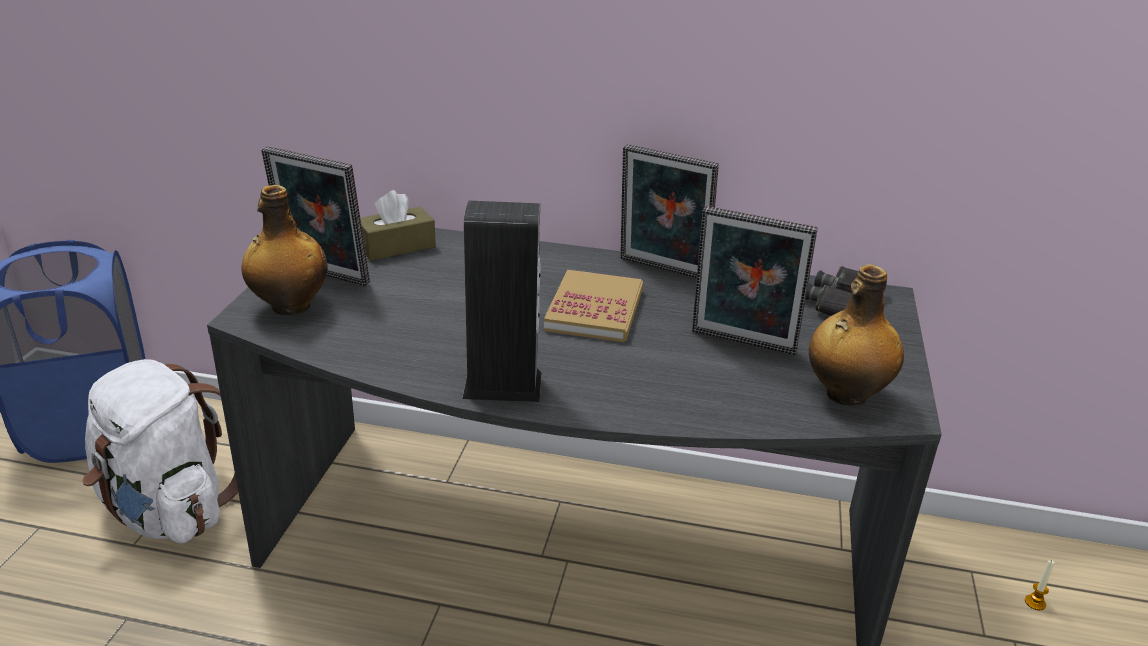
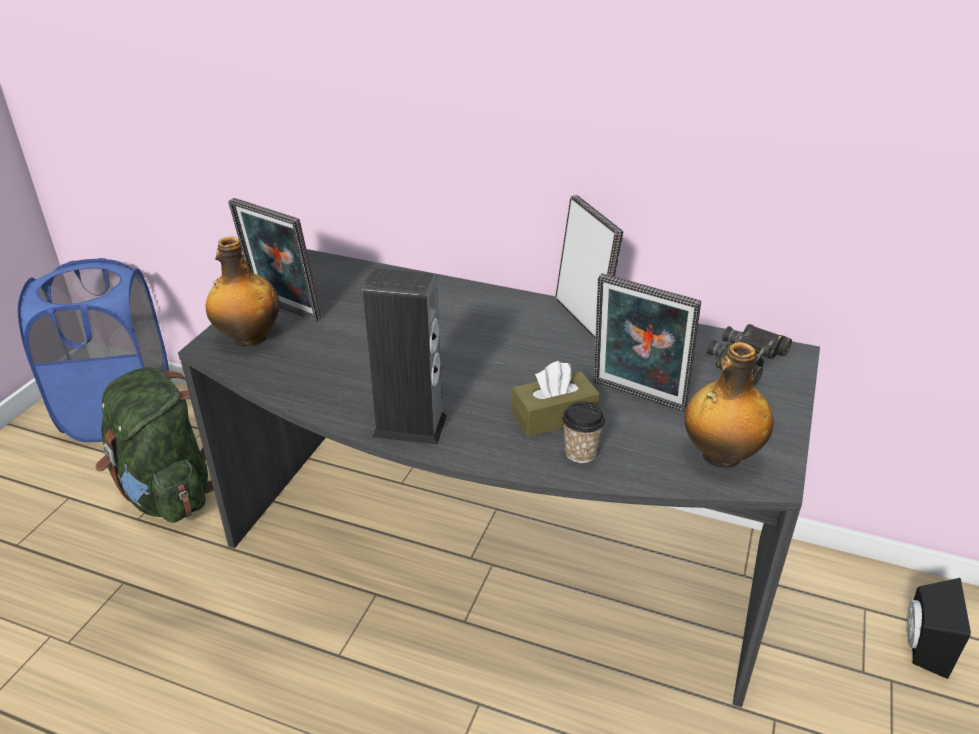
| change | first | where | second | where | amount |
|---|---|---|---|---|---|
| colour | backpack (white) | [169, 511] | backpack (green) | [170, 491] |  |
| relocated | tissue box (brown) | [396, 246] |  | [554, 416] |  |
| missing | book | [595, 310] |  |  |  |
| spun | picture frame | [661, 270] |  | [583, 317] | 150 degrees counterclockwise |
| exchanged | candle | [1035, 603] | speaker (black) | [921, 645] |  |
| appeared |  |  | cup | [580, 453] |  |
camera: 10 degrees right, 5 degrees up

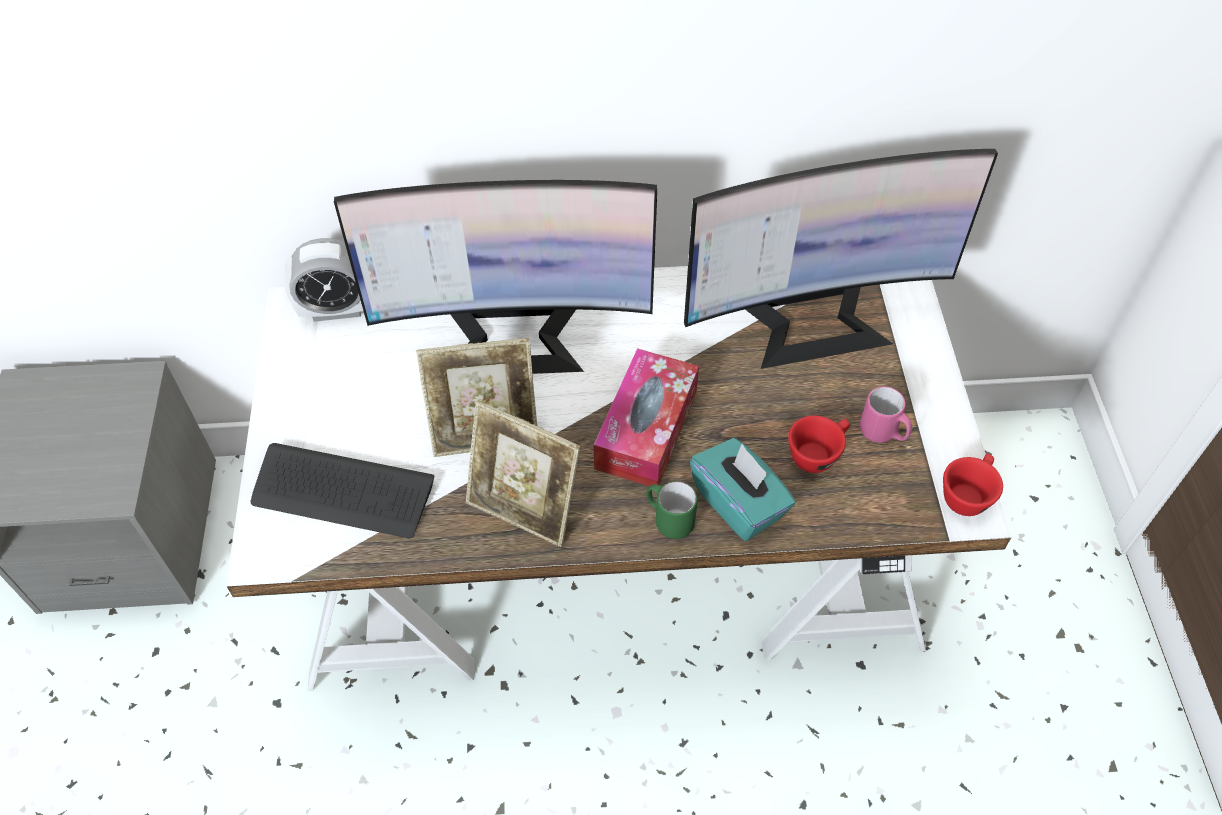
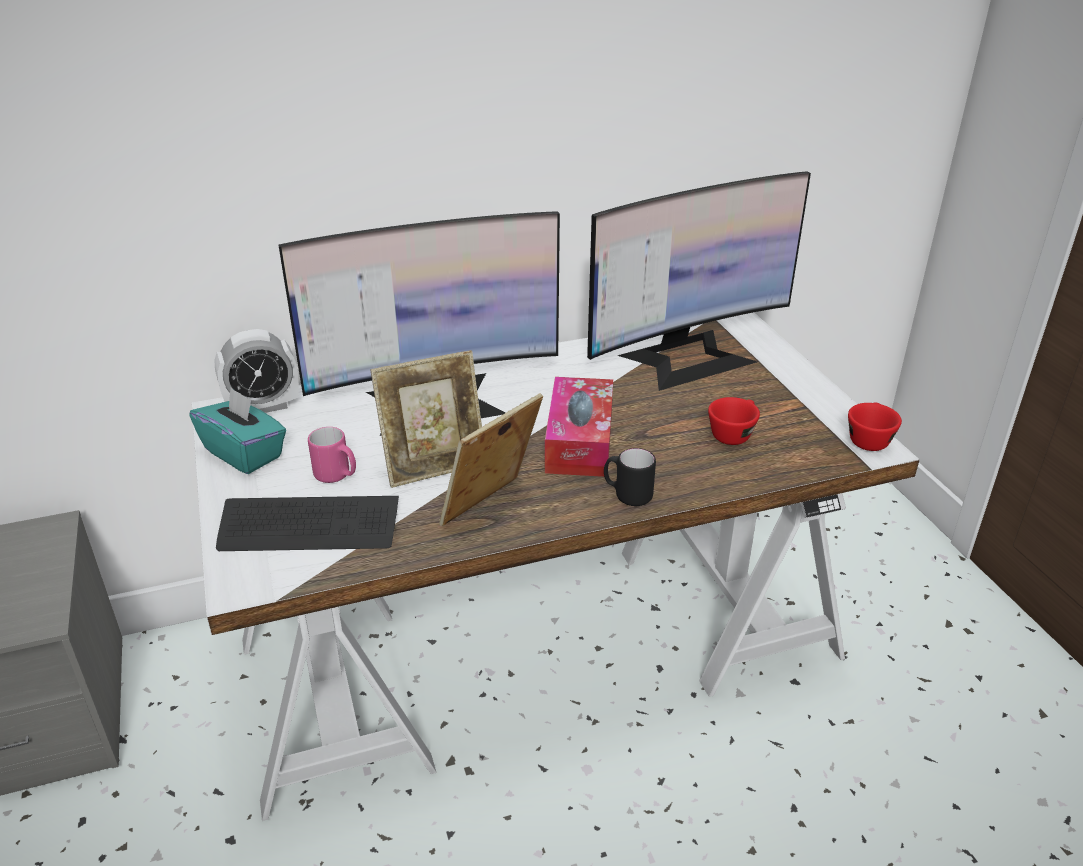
| change | first | where | second | where | amount |
|---|---|---|---|---|---|
| spun | picture frame | [524, 509] |  | [491, 509] | 120 degrees clockwise |
| colour | mug (green) | [668, 519] | mug (black) | [627, 495] |  |
| relocated | tissue box (turquoise) | [739, 503] |  | [244, 453] |  |
| relocated | mug (pink) | [883, 433] |  | [337, 476] |  |
camera: 15 degrees left, 20 degrees down

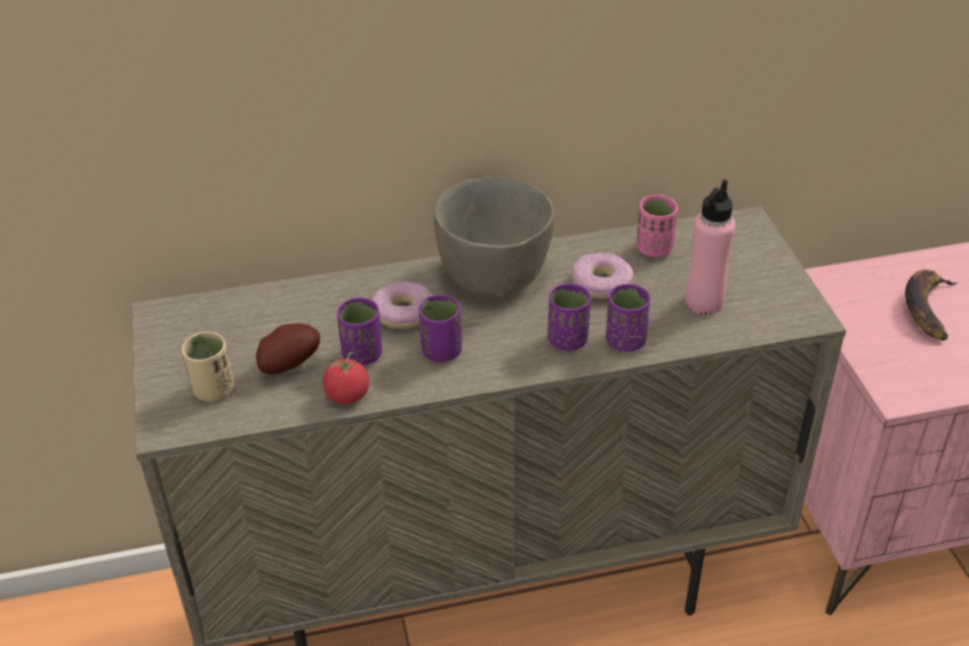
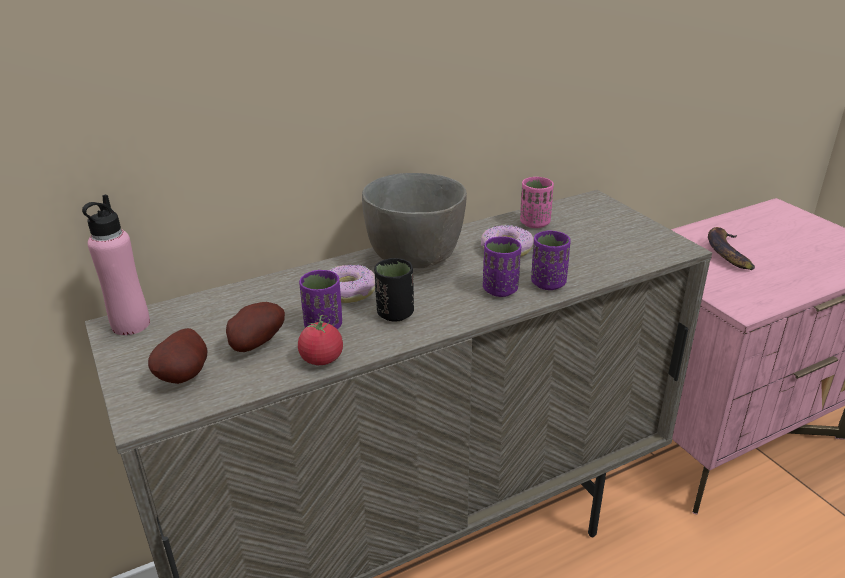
| change | first | where | second | where | amount |
|---|---|---|---|---|---|
| exchanged | cup (beige) | [213, 390] | potato | [186, 376] |  |
| colour | cup (purple) | [441, 352] | cup (black) | [395, 314] |  |
| relocated | bottle (pink) | [704, 302] |  | [130, 325] |  |
camera: 15 degrees left, 10 degrees down

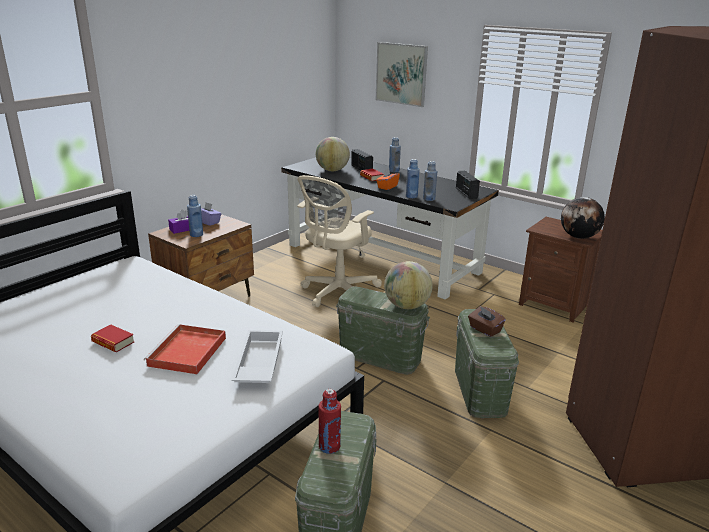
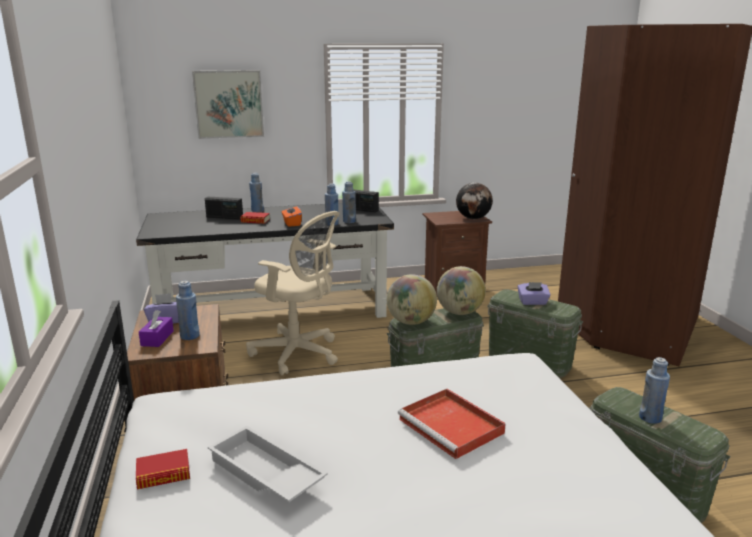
| change | first | where | second | where | amount |
|---|---|---|---|---|---|
| relocated | book | [113, 342] |  | [163, 474] |  |
| relocated | tray (white) | [258, 363] |  | [264, 474] |  |
| spun | office chair (beige) | [337, 293] |  | [298, 354] | 45 degrees counterclockwise |
| relocated | globe | [332, 170] |  | [411, 322] |  |
| colour | bottle (red) | [329, 446] | bottle (blue) | [650, 418] |  |
| colour | tissue box (brown) | [484, 330] | tissue box (purple) | [532, 302] |  |
camera: 50 degrees left, 5 degrees down

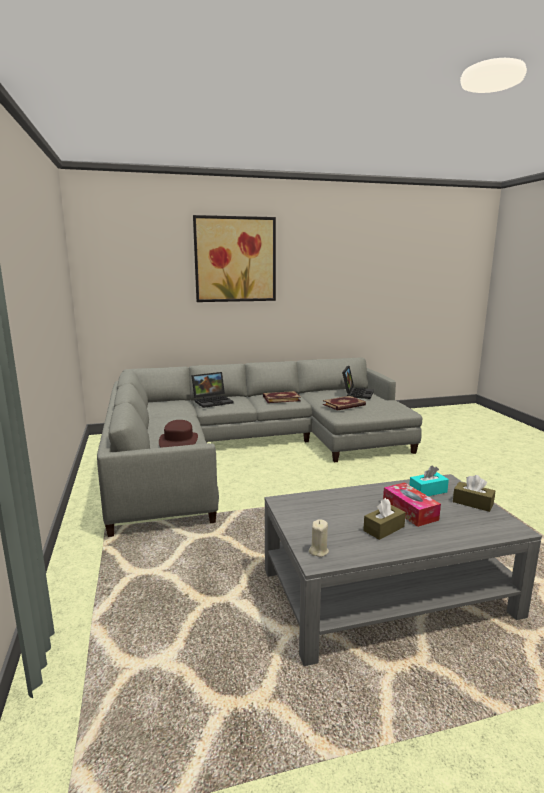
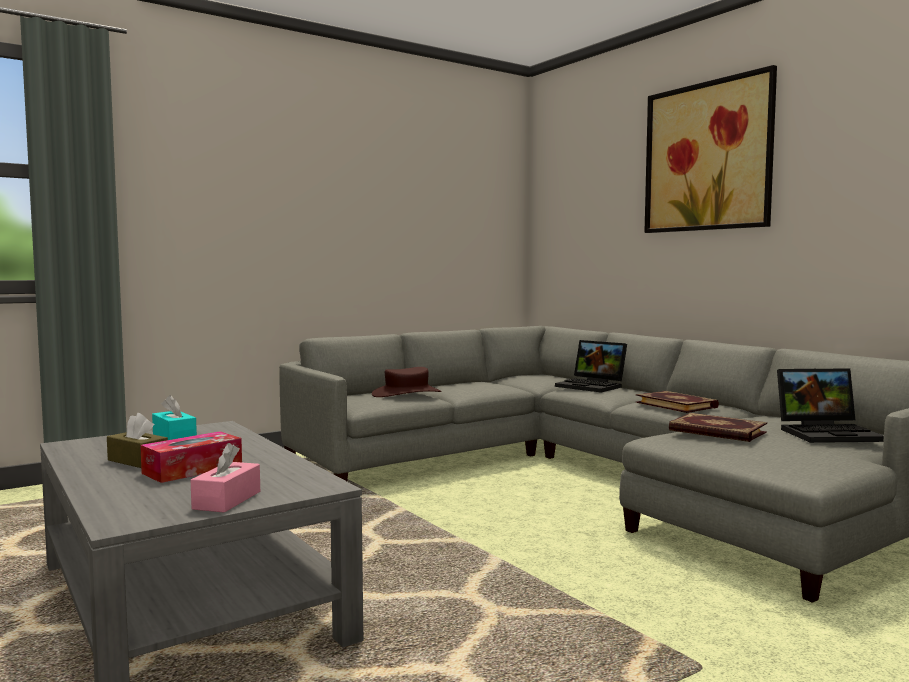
| change | first | where | second | where | amount |
|---|---|---|---|---|---|
| missing | candle (beige) | [318, 551] |  |  |  |
| relocated | tissue box (turquoise) | [428, 491] |  | [174, 436] |  |
| colour | tissue box (brown) | [473, 503] | tissue box (pink) | [227, 500] |  |
camera: 70 degrees right, 10 degrees down

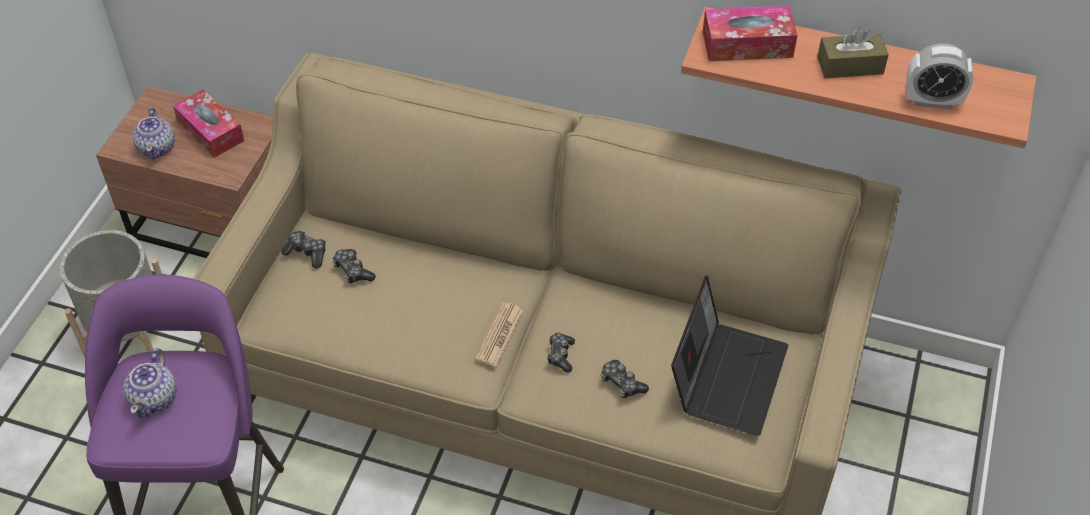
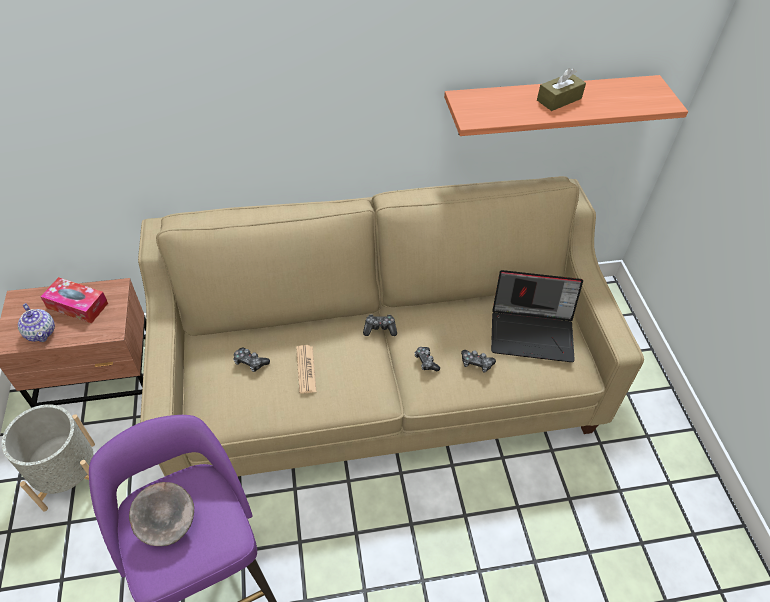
| change | first | where | second | where | amount |
|---|---|---|---|---|---|
| exchanged | teapot | [155, 398] | bowl (grey) | [169, 524] |  |
| relocated | game controller | [307, 253] |  | [380, 328] |  |
| relocated | newspaper | [499, 335] |  | [306, 369] |  |
| spun | laptop | [726, 375] |  | [533, 332] | 105 degrees clockwise |
| missing | tissue box | [747, 44] |  |  |  |
| missing | alarm clock | [932, 101] |  |  |  |
camera: 30 degrees left, 0 degrees up

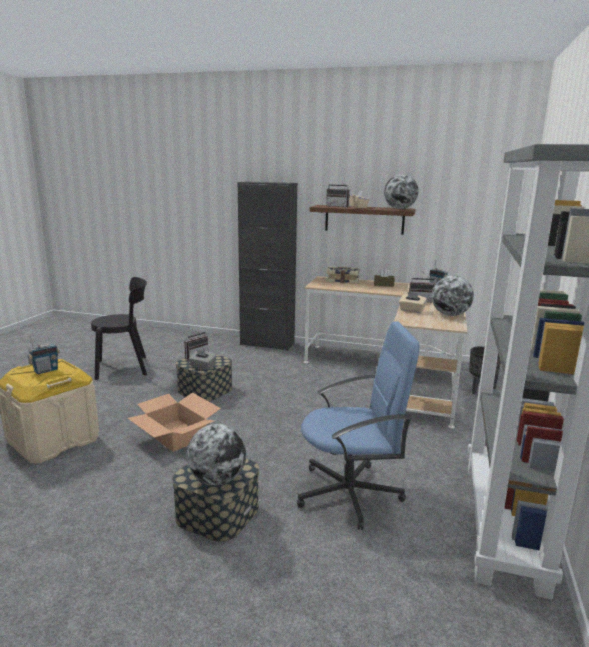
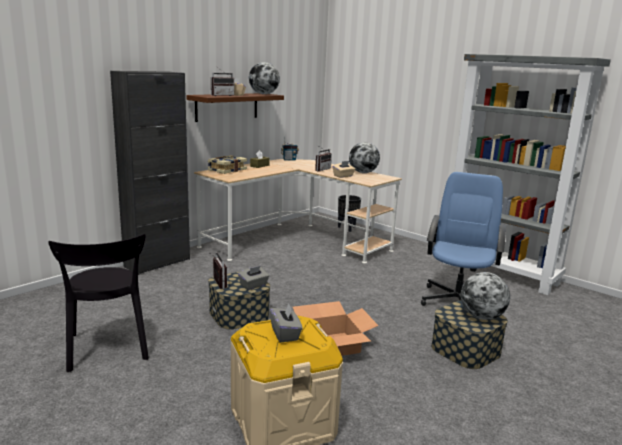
| change | first | where | second | where | amount |
|---|---|---|---|---|---|
| exchanged | radio | [46, 370] | tissue box (grey) | [285, 334] |  |
| spun | chair (black) | [125, 367] |  | [107, 350] | 150 degrees clockwise |
camera: 65 degrees left, 0 degrees up

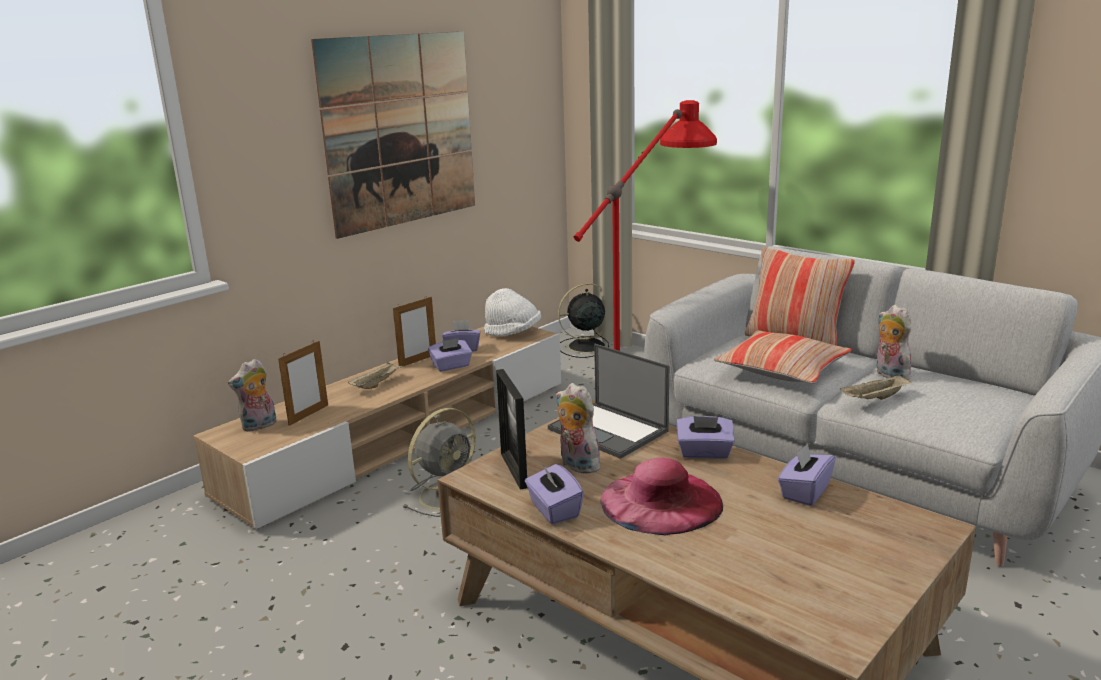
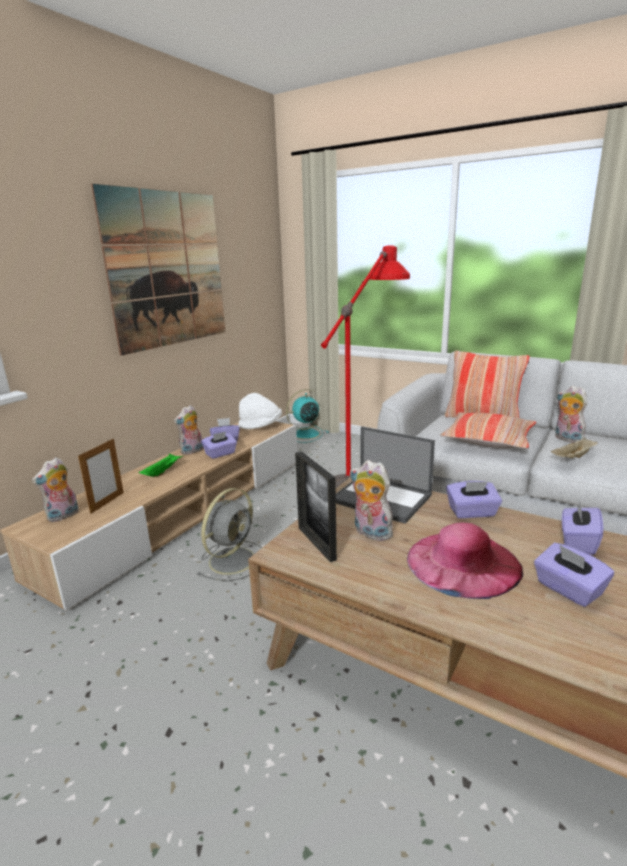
| change | first | where | second | where | amount |
|---|---|---|---|---|---|
| colour | tray (beige) | [377, 384] | tray (green) | [162, 472] |  |
| exchanged | picture frame | [418, 361] | plush toy | [192, 451] |  |
| relocated | tissue box (purple) | [553, 510] |  | [568, 589] |  |
| colour | fan (black) | [585, 346] | fan (turquoise) | [305, 434] |  |
camera: 10 degrees left, 0 degrees up

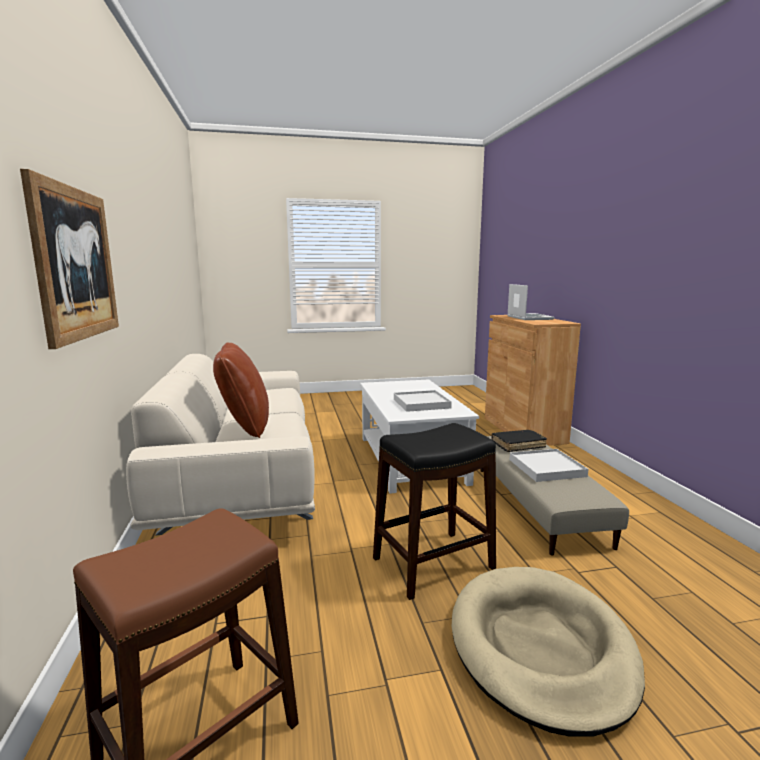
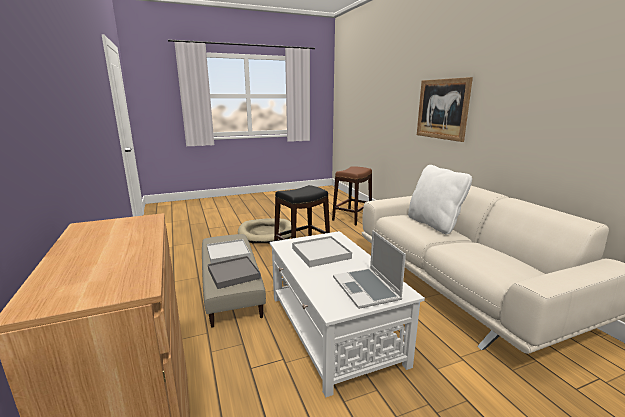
| change | first | where | second | where | amount |
|---|---|---|---|---|---|
| colour | pillow (brown) | [245, 427] | pillow (white) | [434, 224] |  |
| exchanged | book (black) | [518, 445] | tray (grey) | [234, 274] |  |
| relocated | laptop | [528, 318] |  | [367, 289] |  |
camera: 170 degrees right, 5 degrees up

